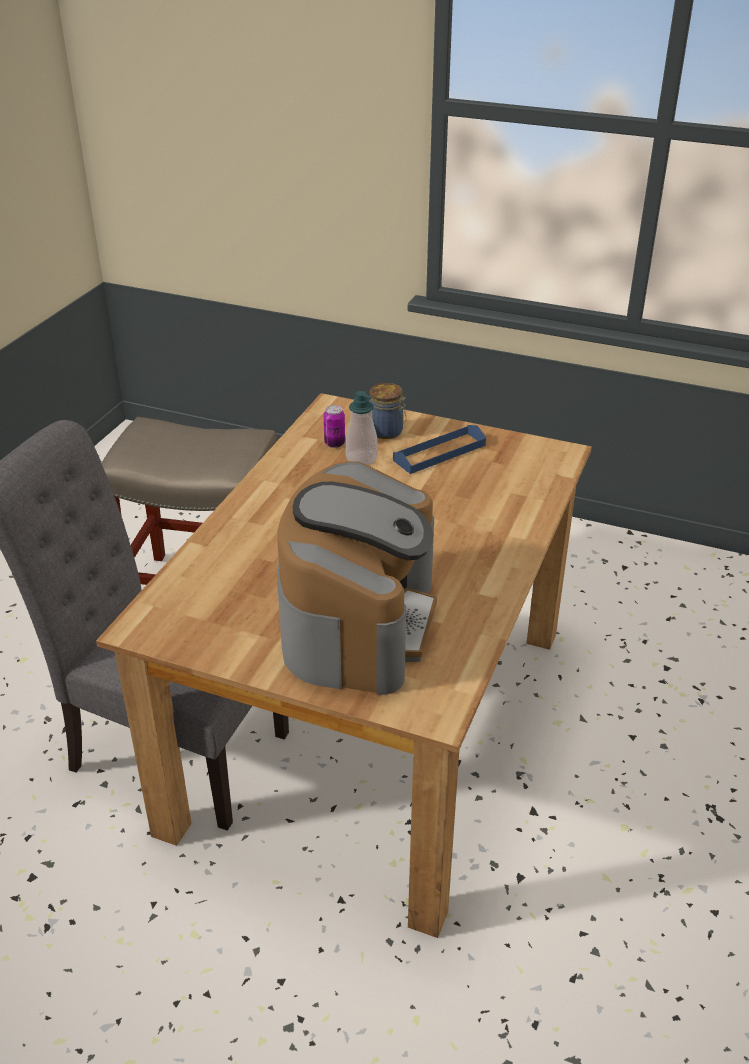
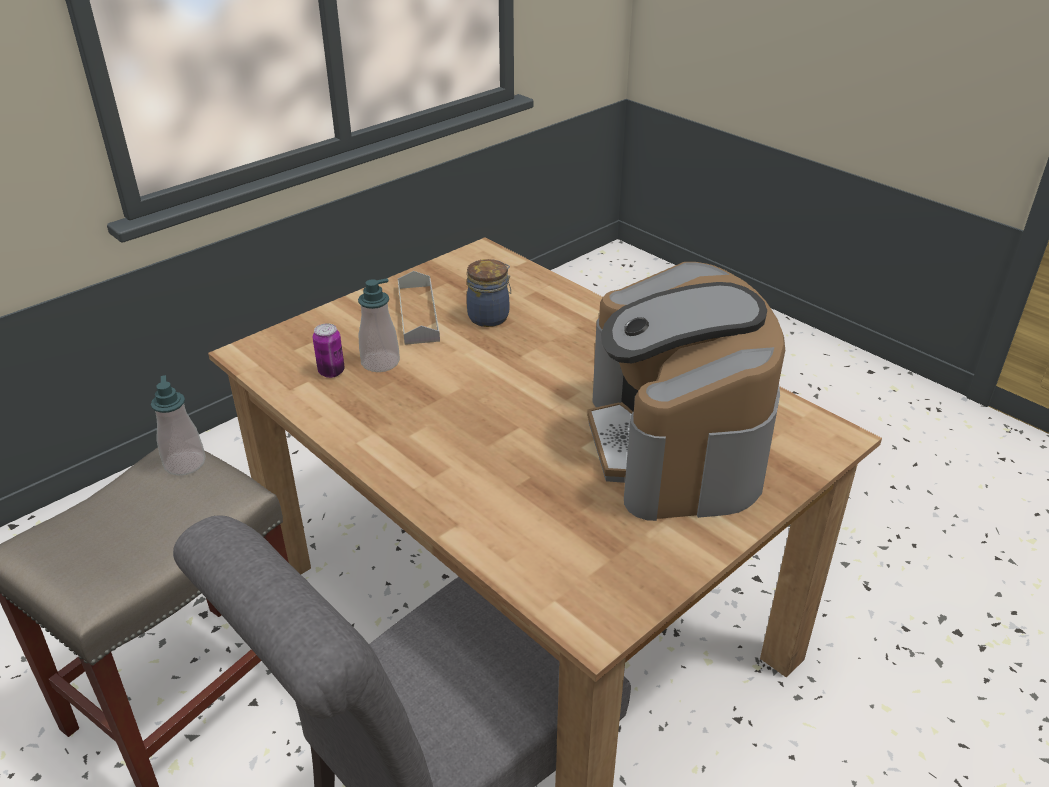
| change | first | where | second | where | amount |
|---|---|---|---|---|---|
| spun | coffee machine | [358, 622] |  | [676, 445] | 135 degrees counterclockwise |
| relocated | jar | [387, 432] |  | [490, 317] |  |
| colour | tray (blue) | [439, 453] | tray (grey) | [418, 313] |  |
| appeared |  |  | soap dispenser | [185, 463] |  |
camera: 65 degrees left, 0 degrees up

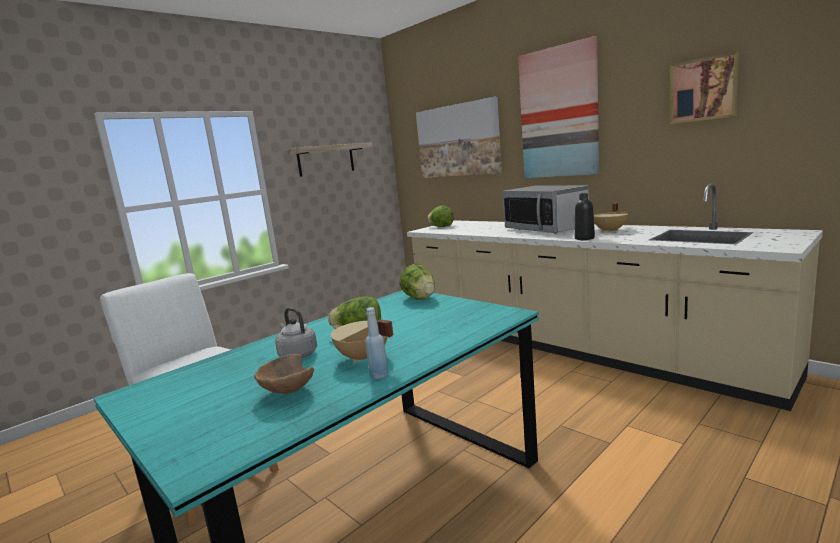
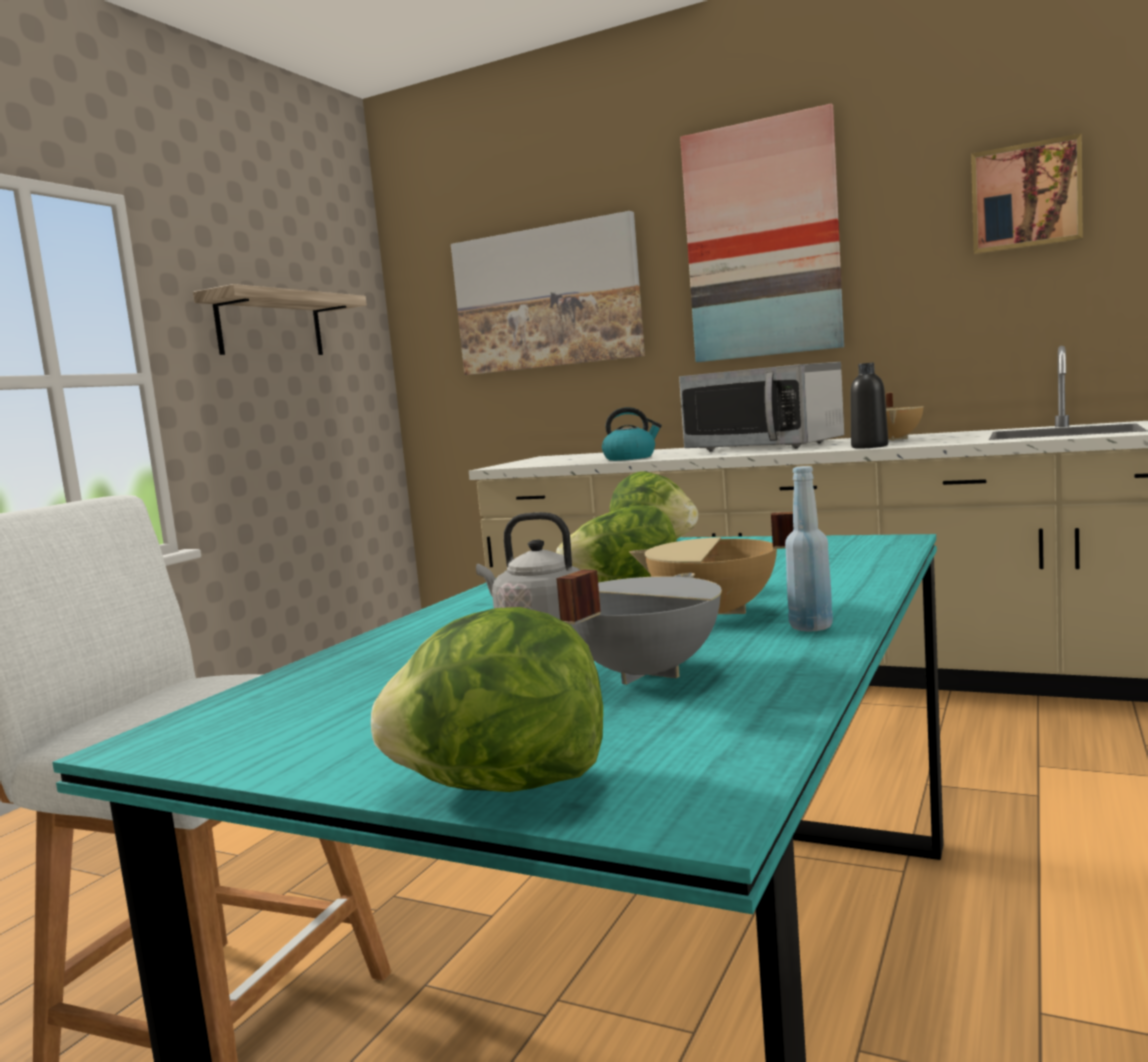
| change | first | where | second | where | amount |
|---|---|---|---|---|---|
| exchanged | bowl (brown) | [286, 392] | cooking pot (grey) | [642, 673] |  |
| relocated | lettuce | [441, 227] |  | [502, 787] |  |
| appeared |  |  | kettle | [630, 458] |  |
camera: 20 degrees left, 5 degrees down

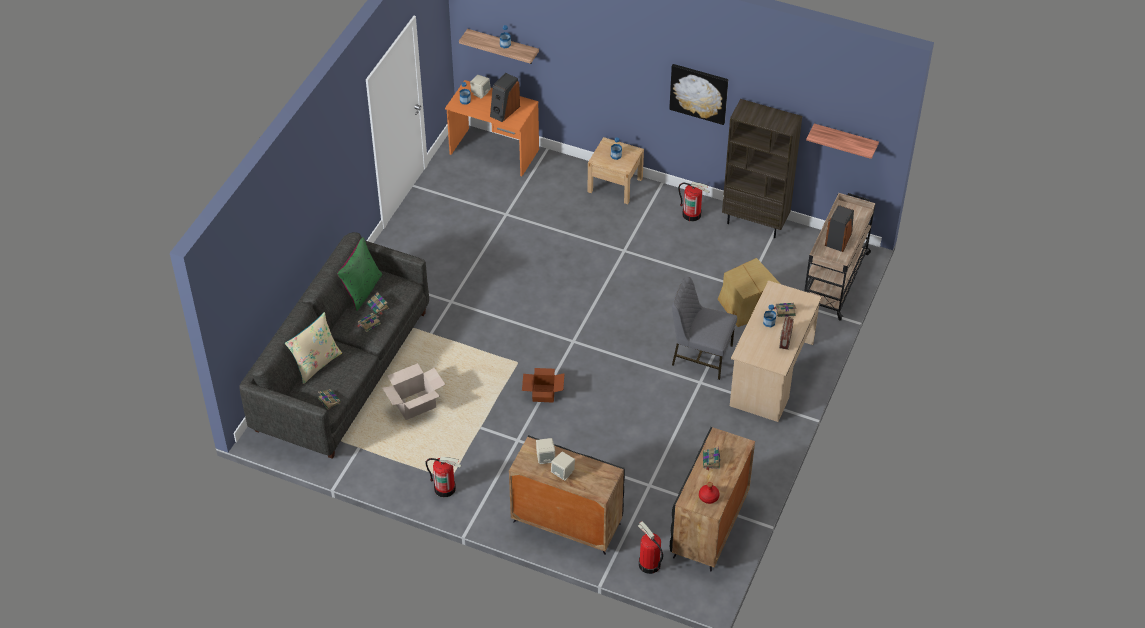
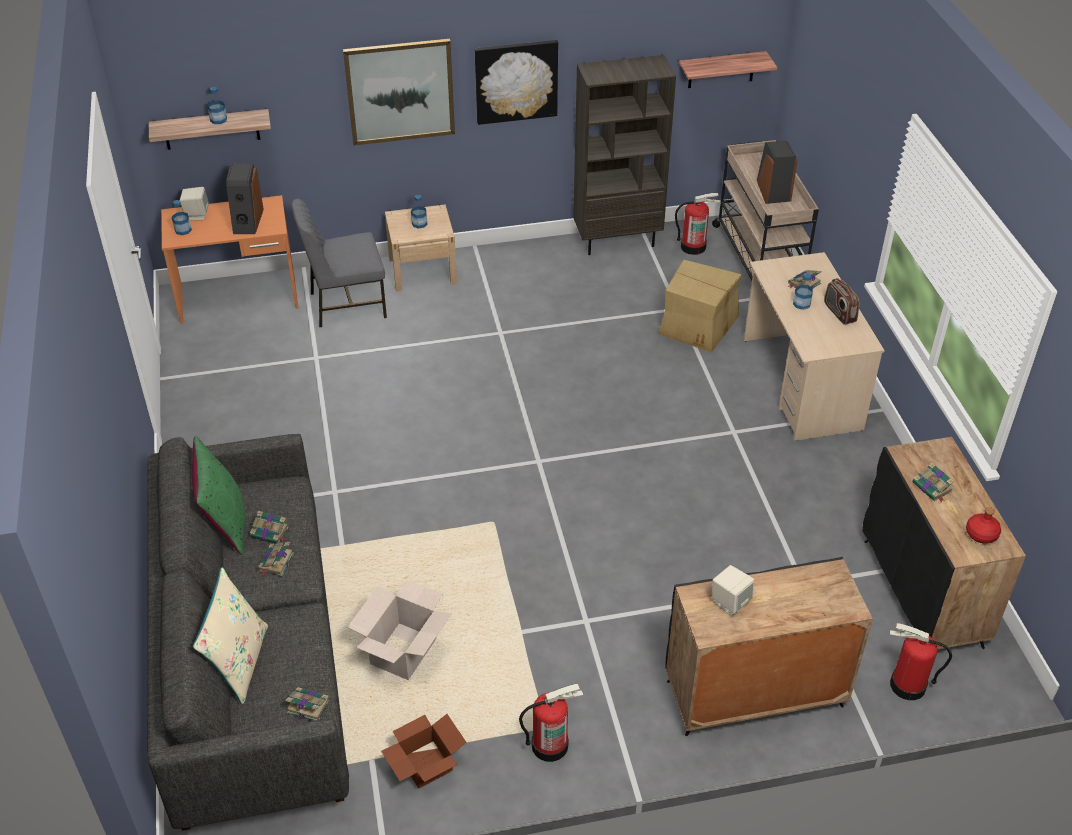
| change | first | where | second | where | amount |
|---|---|---|---|---|---|
| relocated | cardboard box | [543, 393] |  | [424, 765] |  |
| missing | speaker (beige) | [563, 473] |  |  |  |
| relocated | chair (grey) | [700, 355] |  | [346, 304] |  |
| relocated | fire extinguisher | [692, 214] |  | [693, 246] |  |
| appeared |  |  | picture | [400, 91] |  |
camera: 35 degrees left, 5 degrees down

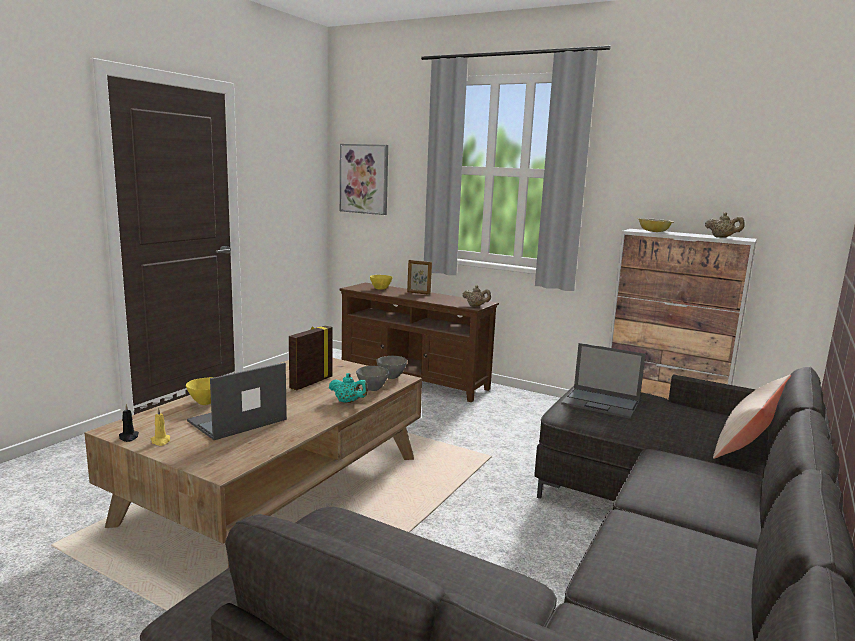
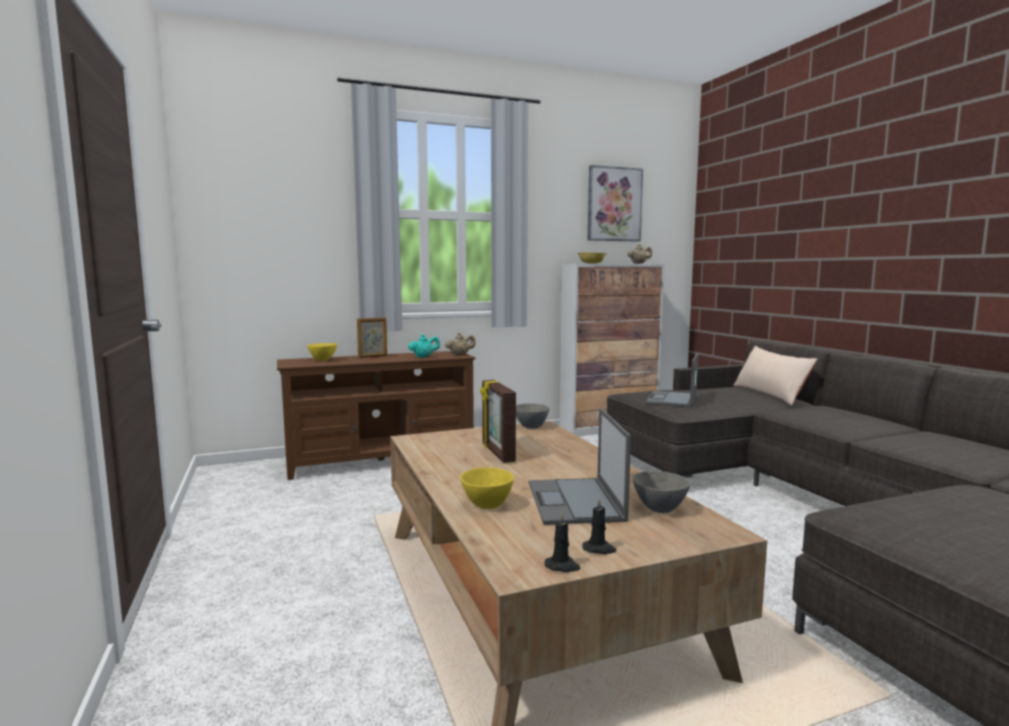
| change | first | where | second | where | amount |
|---|---|---|---|---|---|
| colour | candle (yellow) | [160, 441] | candle (black) | [599, 549] |  |
| relocated | teapot (turquoise) | [348, 402] |  | [424, 357] |  |
| relocated | picture | [364, 179] |  | [614, 204] |  |
| relocated | bowl (grey) | [371, 388] |  | [659, 509] |  |
| spun | laptop | [601, 403] |  | [672, 399] | 135 degrees clockwise |
camera: 50 degrees left, 5 degrees down

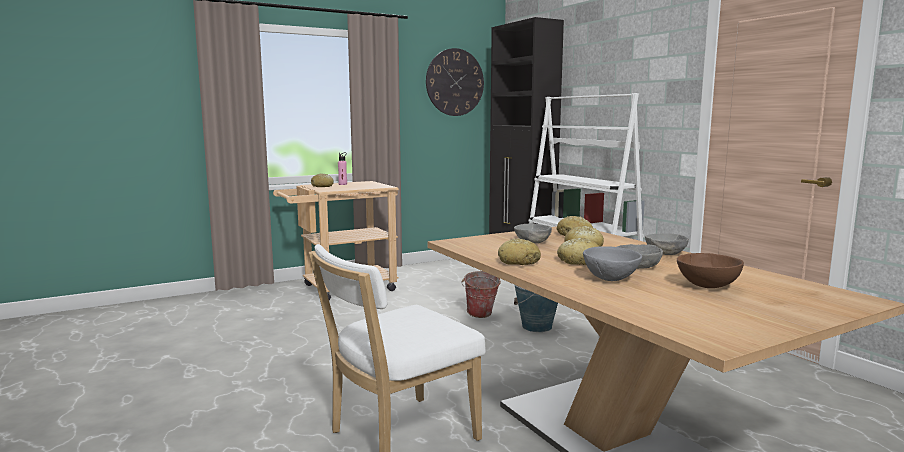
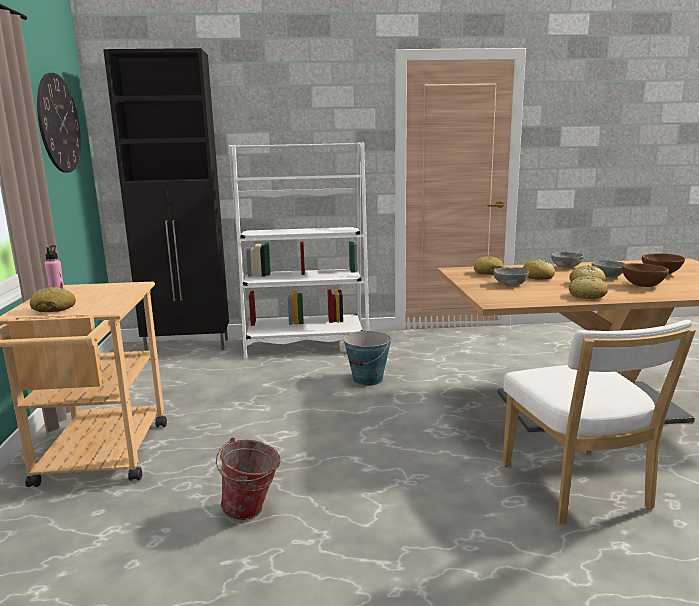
| change | first | where | second | where | amount |
|---|---|---|---|---|---|
| relocated | bucket | [480, 316] |  | [252, 512] |  |
| colour | bowl (grey) | [611, 279] | bowl (brown) | [642, 285] |  |
camera: 65 degrees left, 5 degrees up

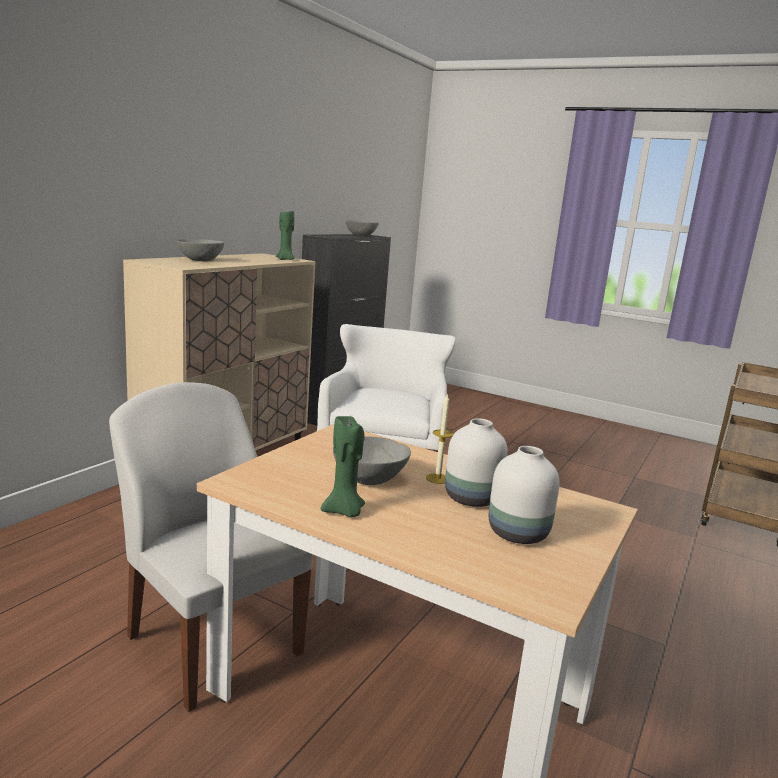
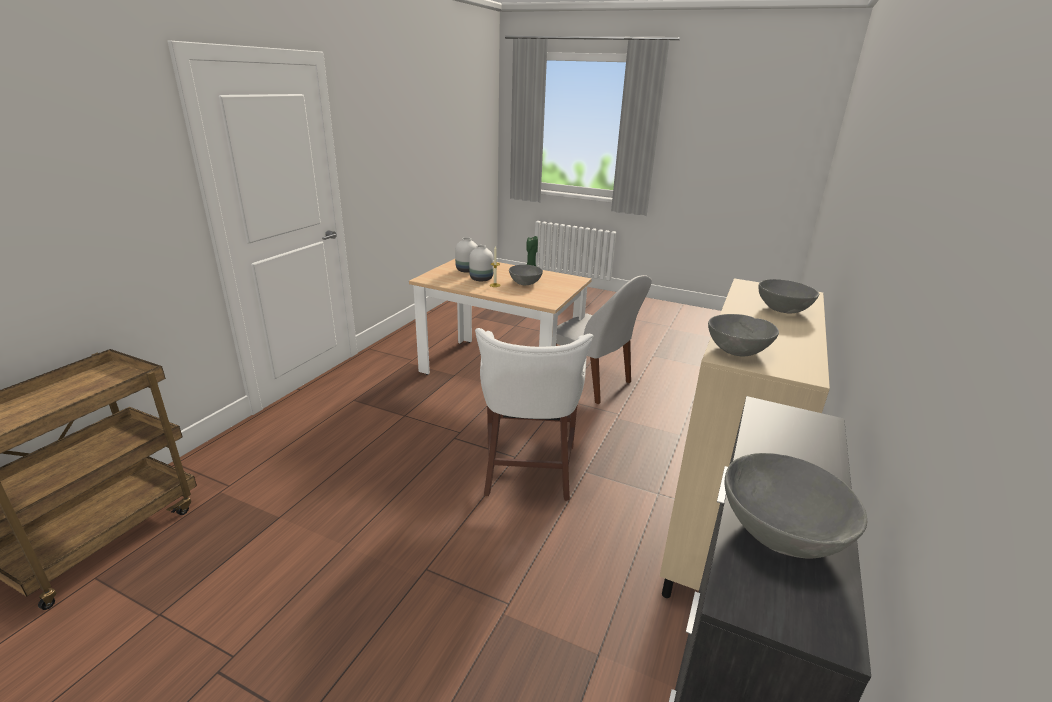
| change | first | where | second | where | amount |
|---|---|---|---|---|---|
| exchanged | candle (green) | [285, 259] | bowl (grey) | [737, 350] |  |
camera: 175 degrees right, 10 degrees up

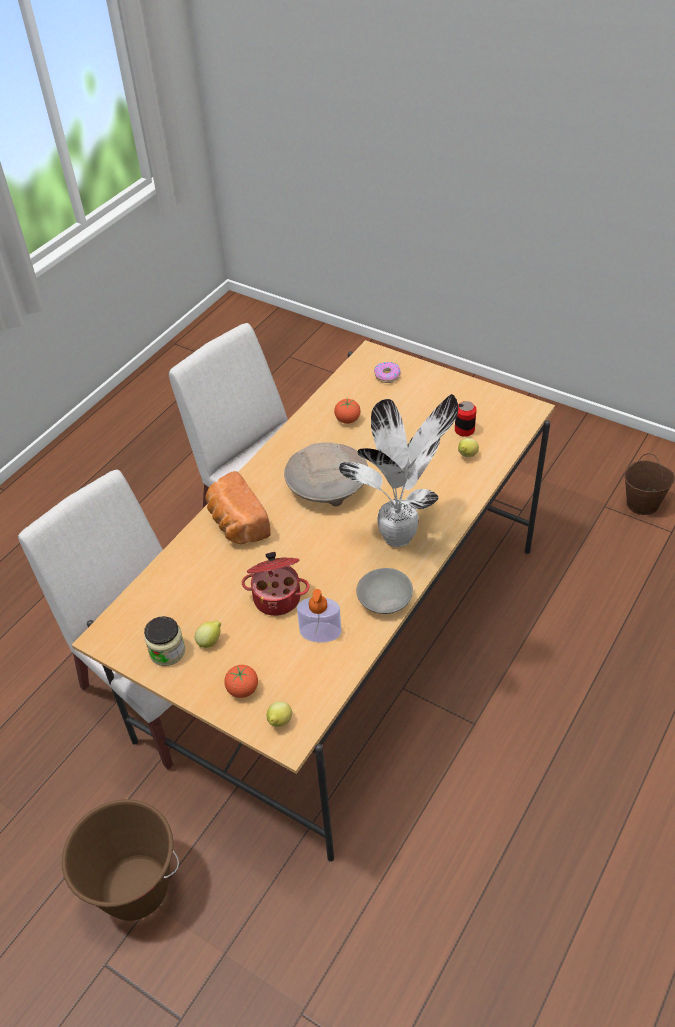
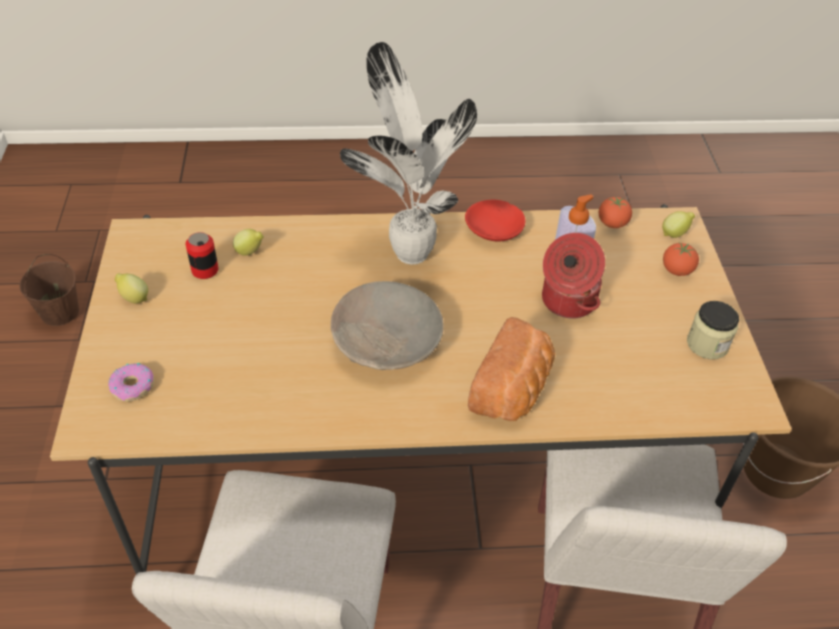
| change | first | where | second | where | amount |
|---|---|---|---|---|---|
| relocated | lemon | [210, 641] |  | [134, 298] |  |
| relocated | tomato | [347, 420] |  | [612, 224] |  |
| colour | bowl (grey) | [384, 599] | bowl (red) | [494, 230] |  |
camera: 130 degrees left, 0 degrees up

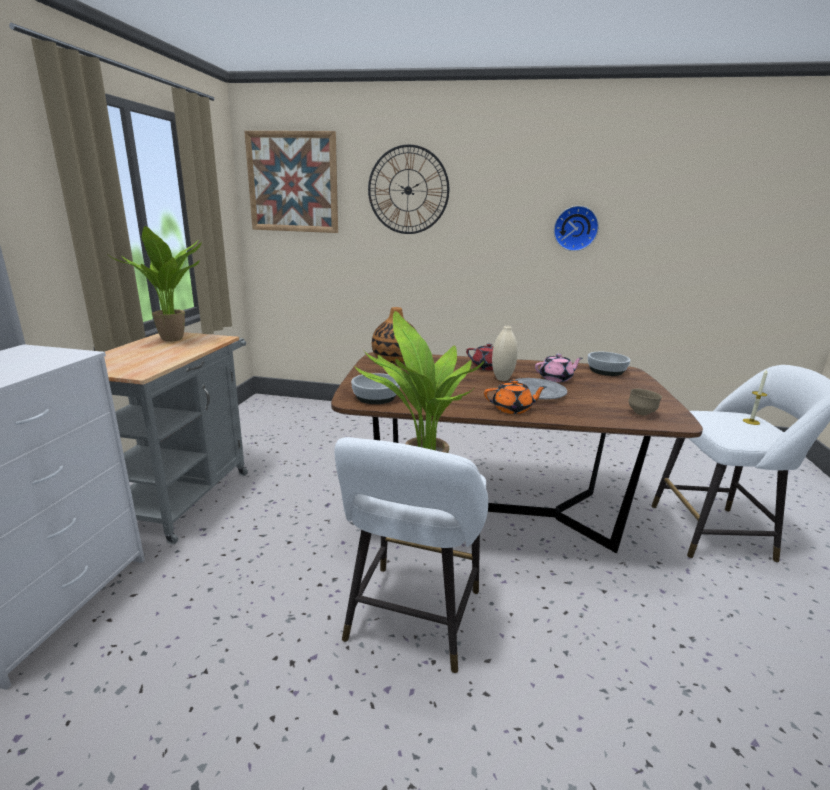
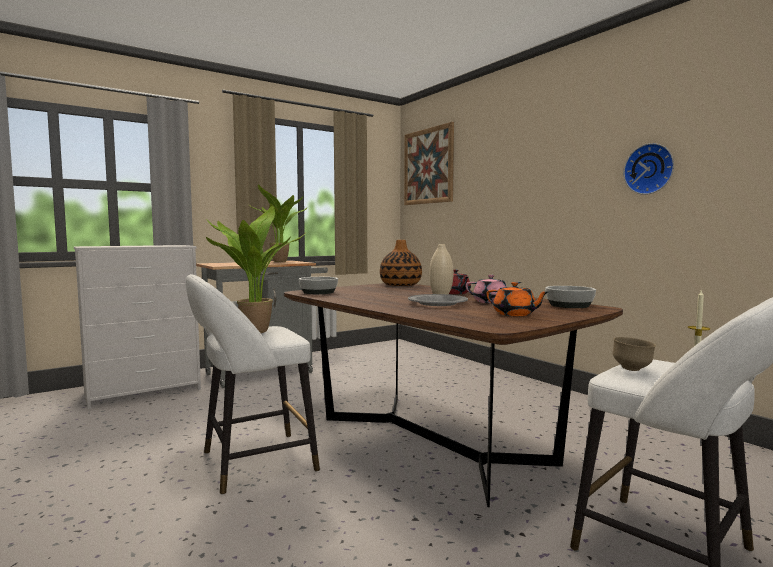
| change | first | where | second | where | amount |
|---|---|---|---|---|---|
| missing | wall clock | [408, 190] |  |  |  |
| relocated | teapot (orange) | [512, 409] |  | [515, 314] |  |
| relocated | bowl (brown) | [641, 413] |  | [632, 369] |  |
camera: 45 degrees right, 15 degrees down

